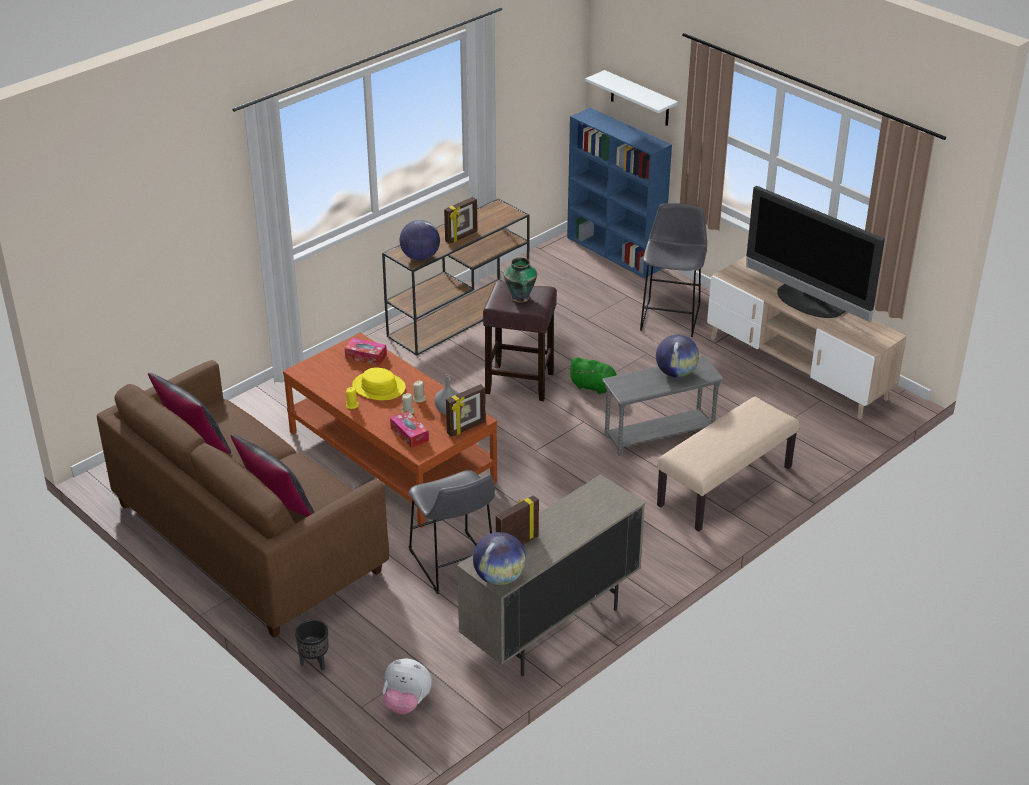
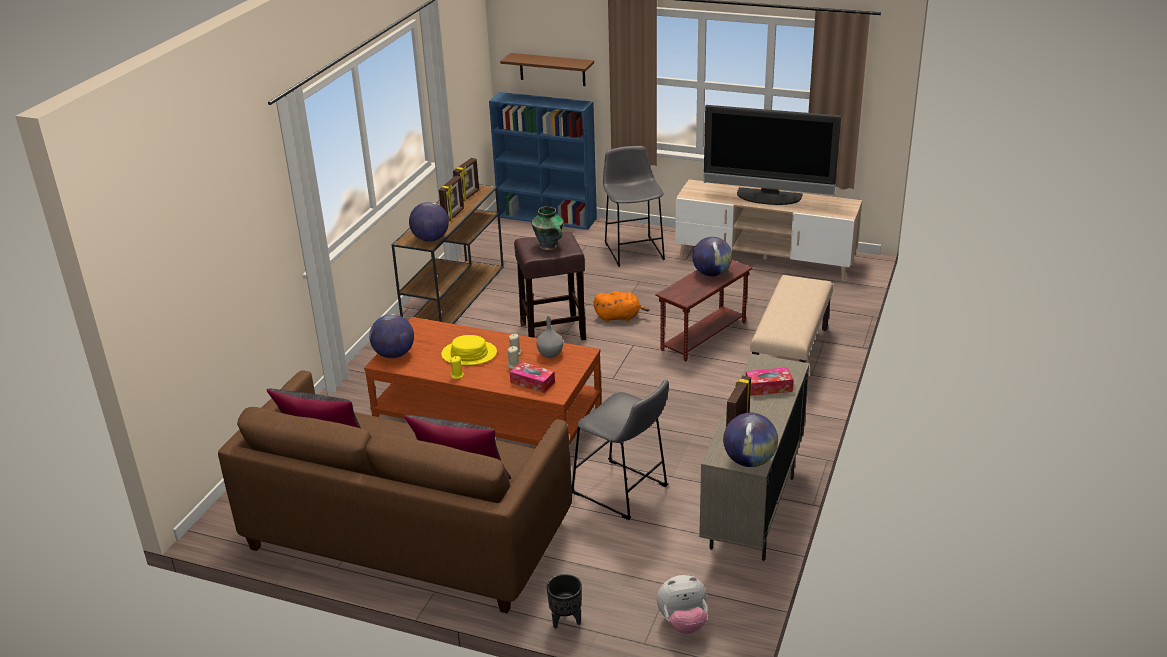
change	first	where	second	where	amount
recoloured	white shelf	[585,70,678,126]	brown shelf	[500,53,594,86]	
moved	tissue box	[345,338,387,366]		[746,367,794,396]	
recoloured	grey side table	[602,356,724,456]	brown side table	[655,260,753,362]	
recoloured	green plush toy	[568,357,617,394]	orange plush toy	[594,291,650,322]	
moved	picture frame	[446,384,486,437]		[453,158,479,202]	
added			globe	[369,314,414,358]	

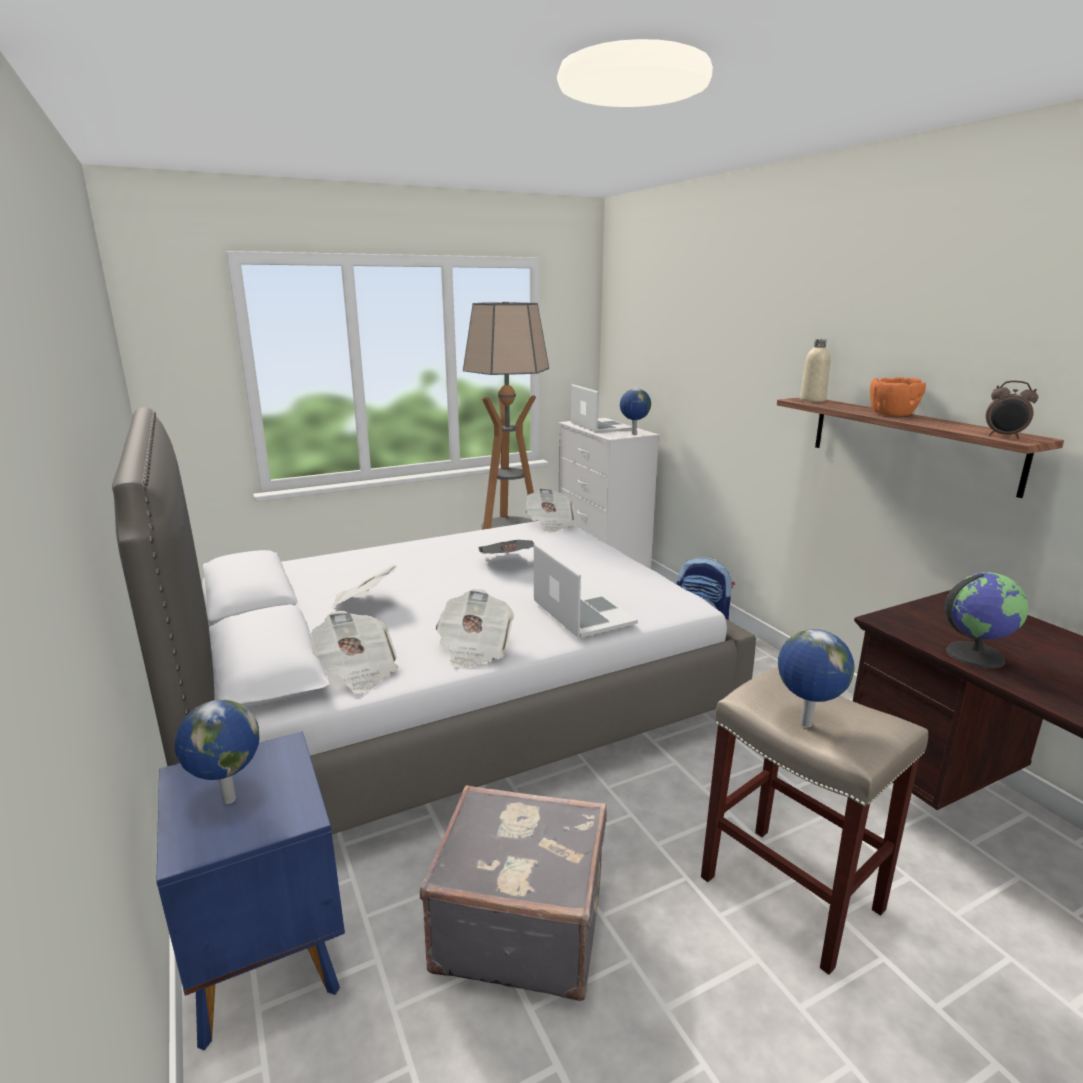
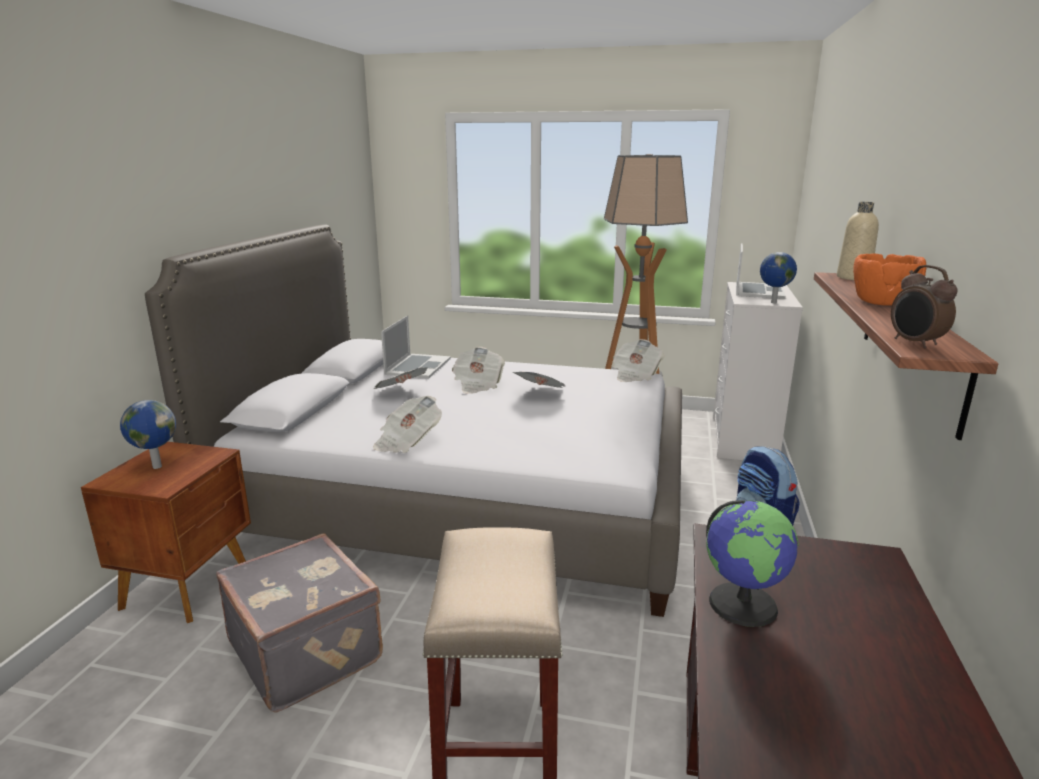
change	first	where	second	where	amount
moved	laptop	[534,543,638,638]		[381,315,451,378]	
moved	newspaper	[311,611,399,694]		[452,347,505,394]	
removed	globe	[778,629,855,727]			
recoloured	blue nightstand	[156,731,345,1050]	brown nightstand	[81,442,251,623]	

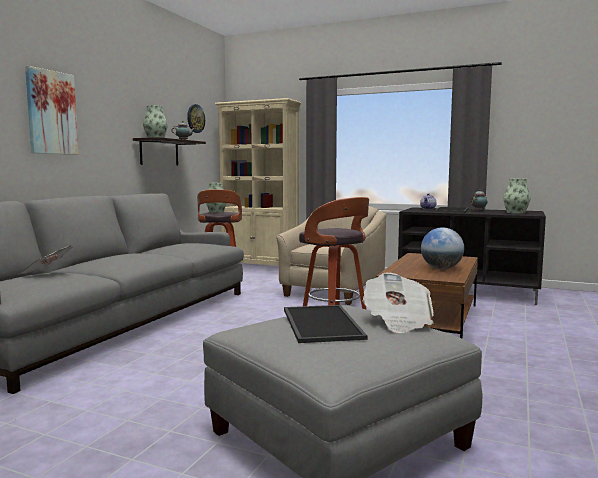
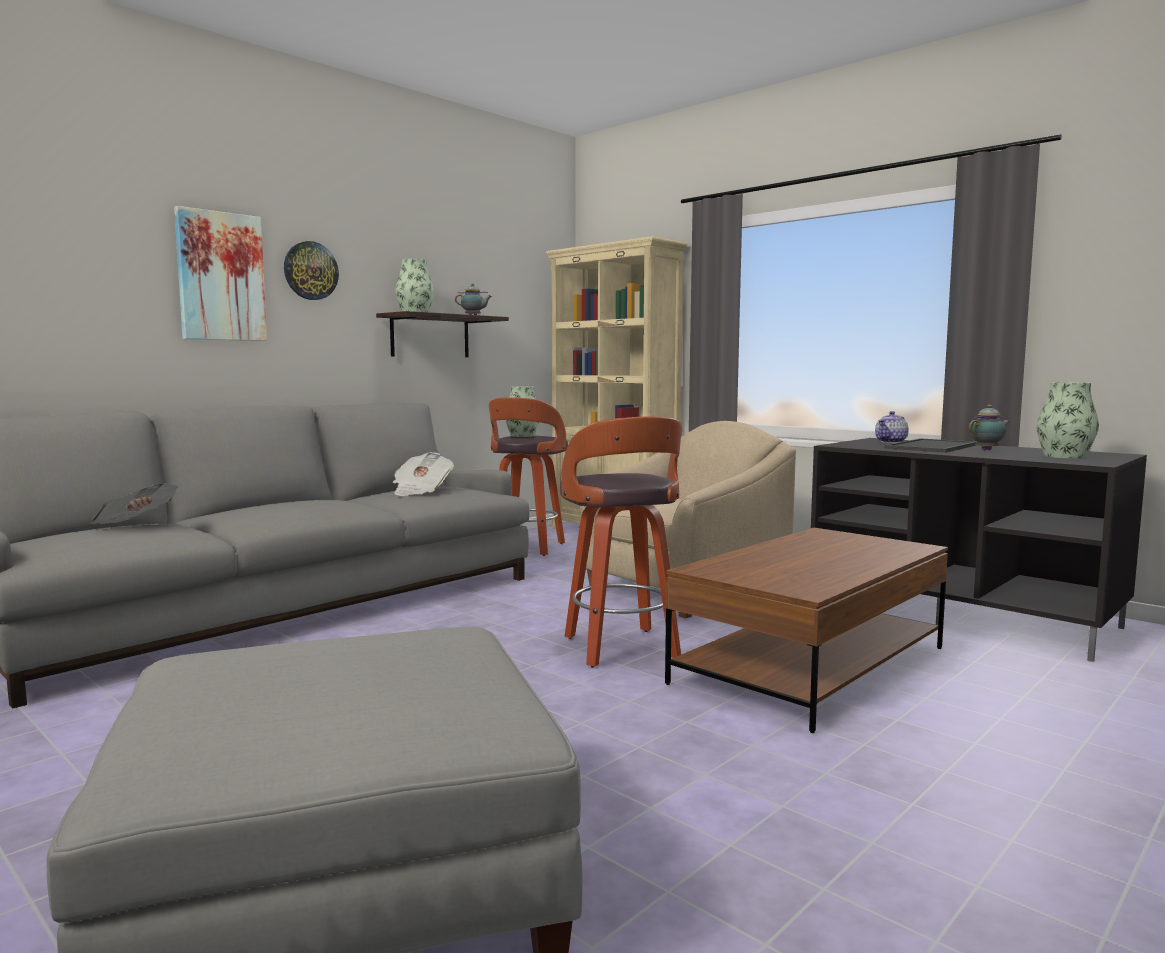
change	first	where	second	where	amount
moved	wall clock	[187,104,205,133]		[284,241,339,300]	
removed	globe	[421,227,464,269]			
moved	newspaper	[362,273,434,333]		[393,452,454,496]	
removed	tray	[284,305,367,343]			

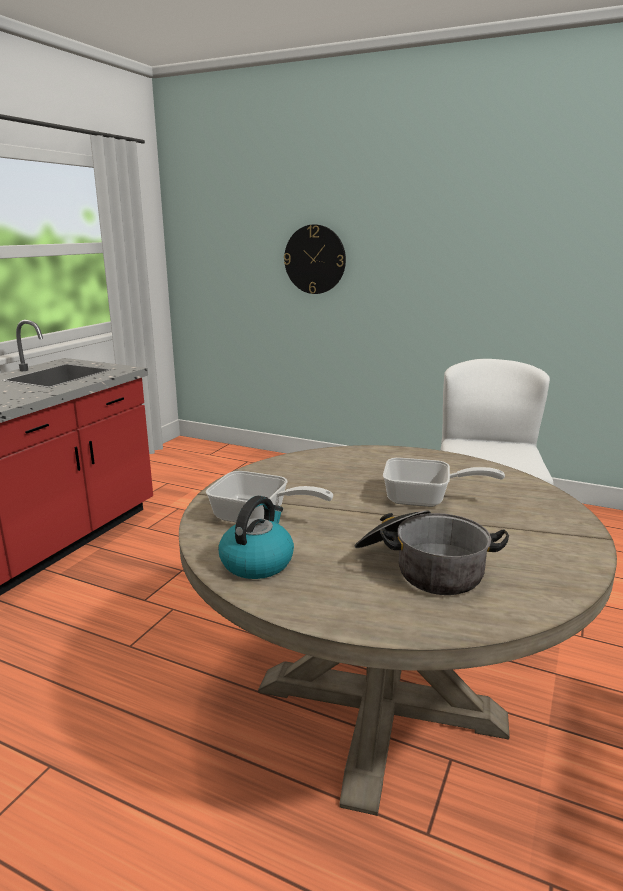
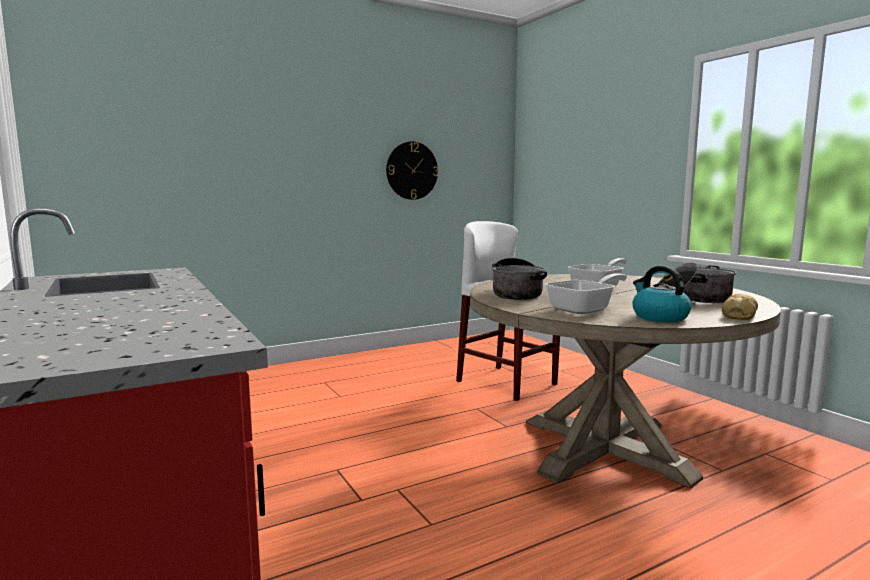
change	first	where	second	where	amount
moved	wall clock	[284,224,346,294]		[386,141,438,200]	
added			cooking pot	[492,258,547,300]	
added			bread	[722,294,758,320]	

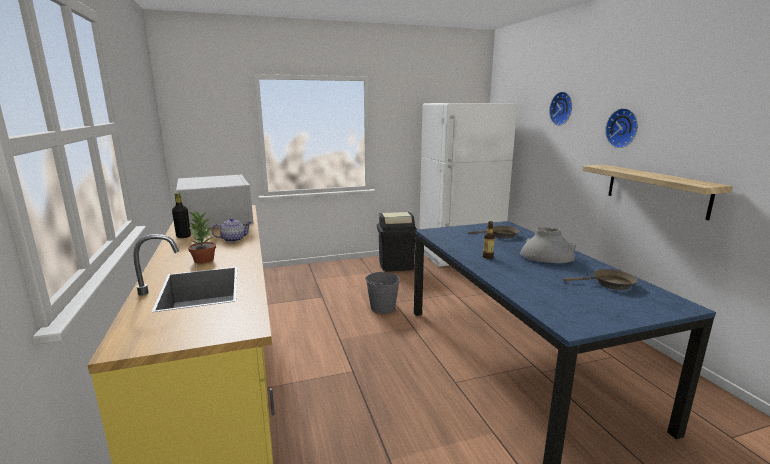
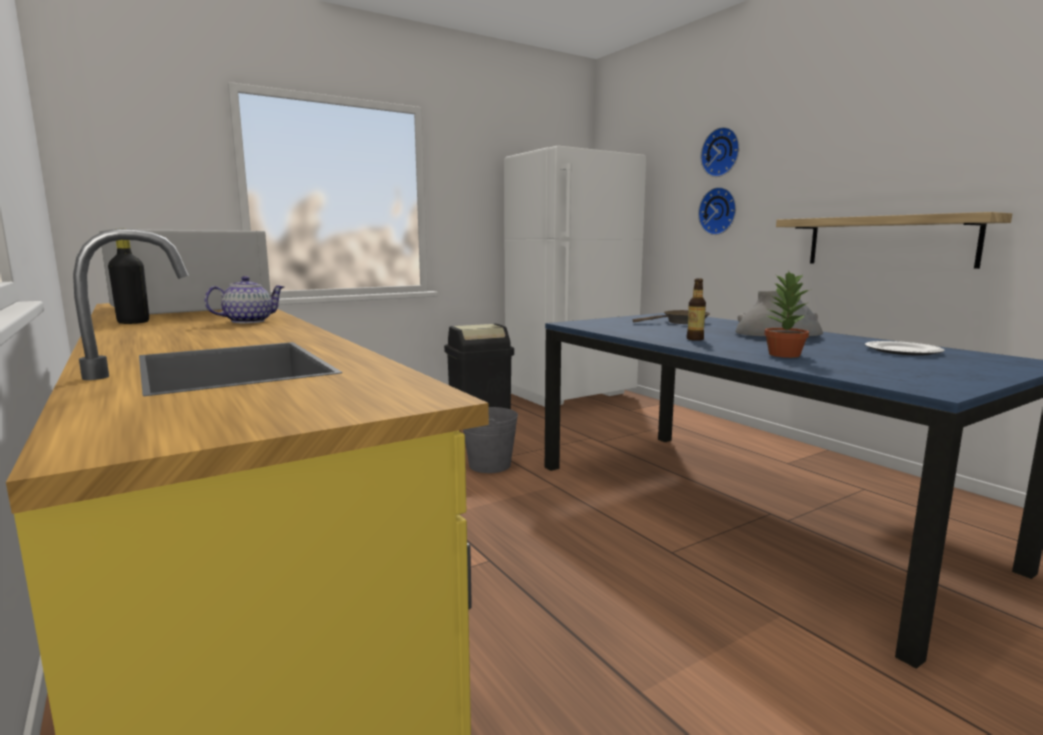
change	first	where	second	where	amount
moved	wall clock	[605,108,638,148]		[698,187,736,235]	
moved	potted plant	[188,211,216,264]		[764,271,811,358]	
replaced	brown frying pan	[563,269,638,290]	plate	[865,341,945,356]	

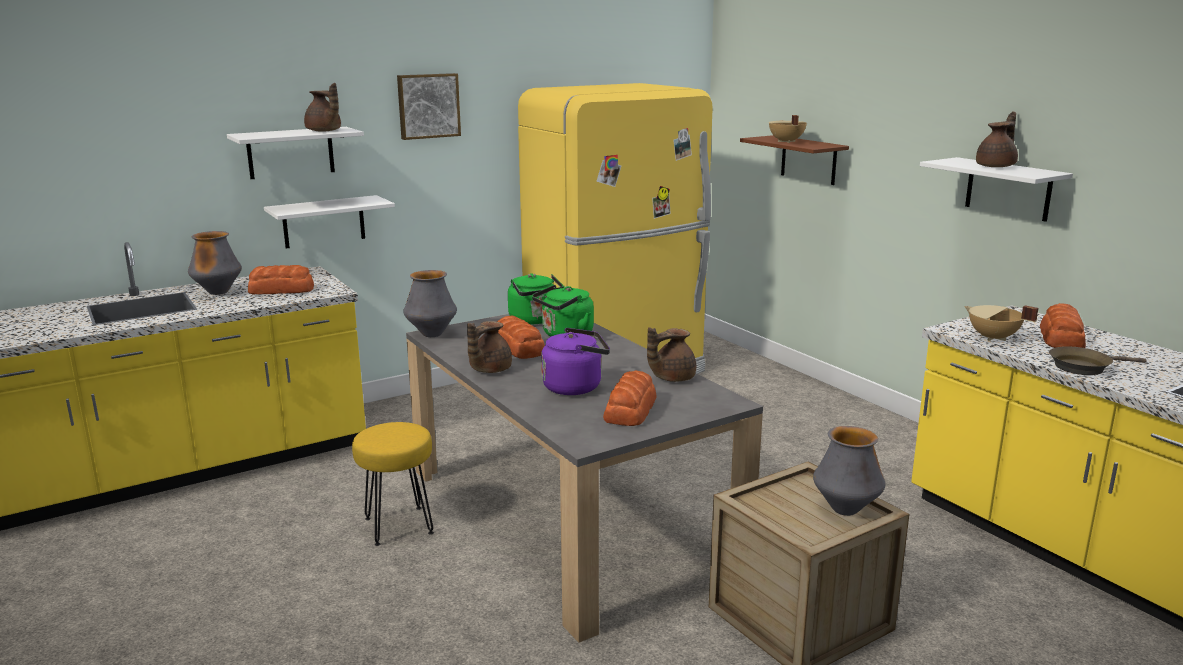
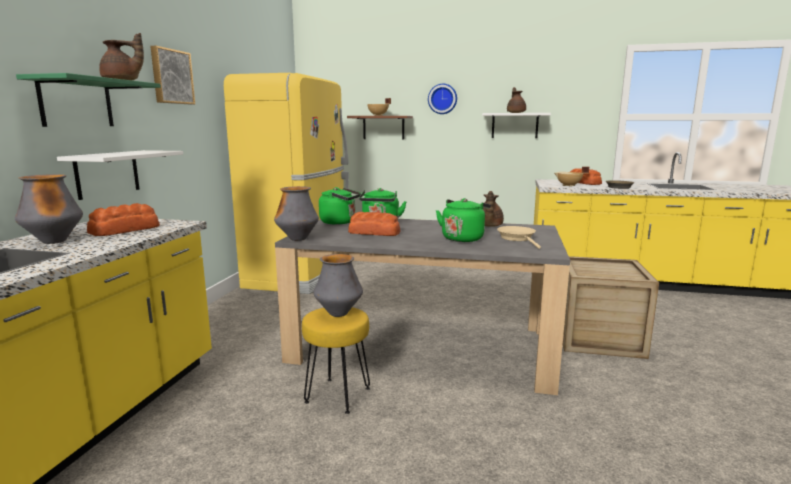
change	first	where	second	where	amount
recoloured	white shelf	[227,127,364,179]	green shelf	[16,73,161,127]	
removed	brown teapot	[467,321,512,373]			
recoloured	purple kettle	[541,328,610,395]	green kettle	[436,198,491,242]	
replaced	bread	[603,371,657,426]	beige frying pan	[497,226,541,249]	
moved	vase	[813,426,885,516]		[313,254,363,317]	
added			wall clock	[428,84,457,114]	

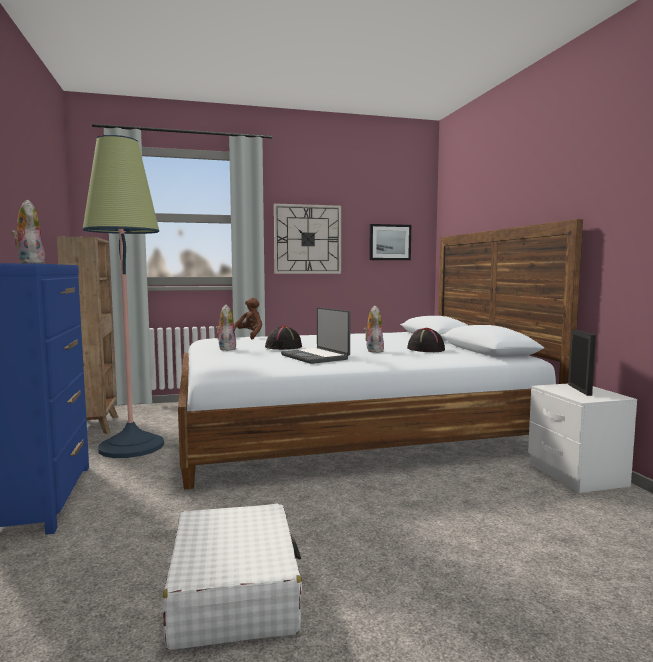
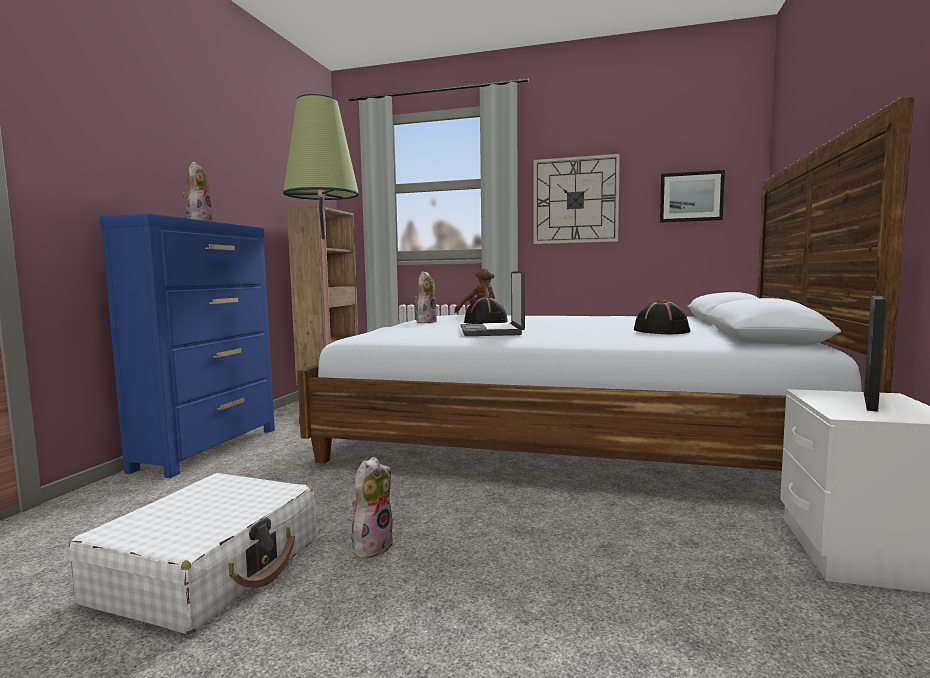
change	first	where	second	where	amount
moved	plush toy	[364,306,384,353]		[351,457,394,559]	

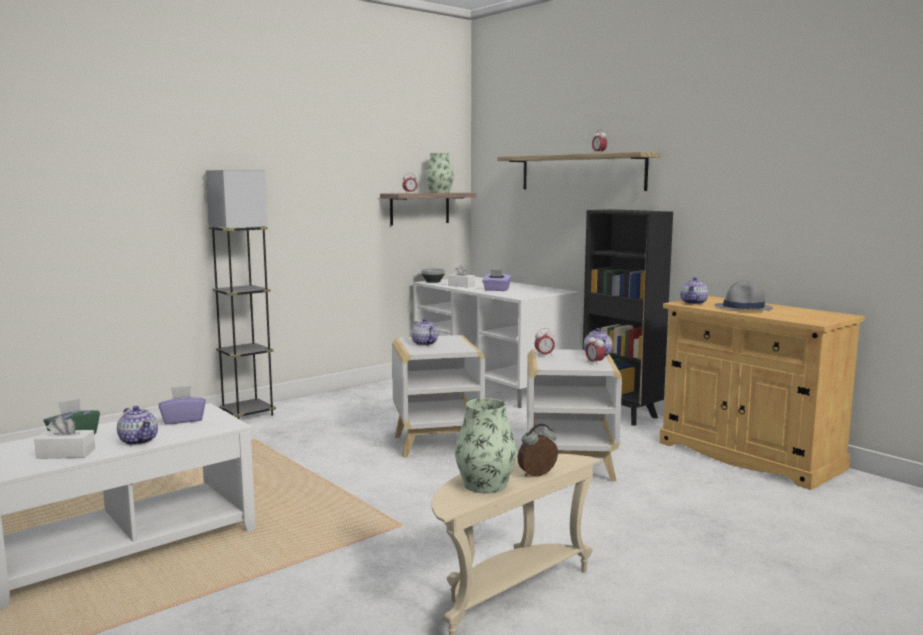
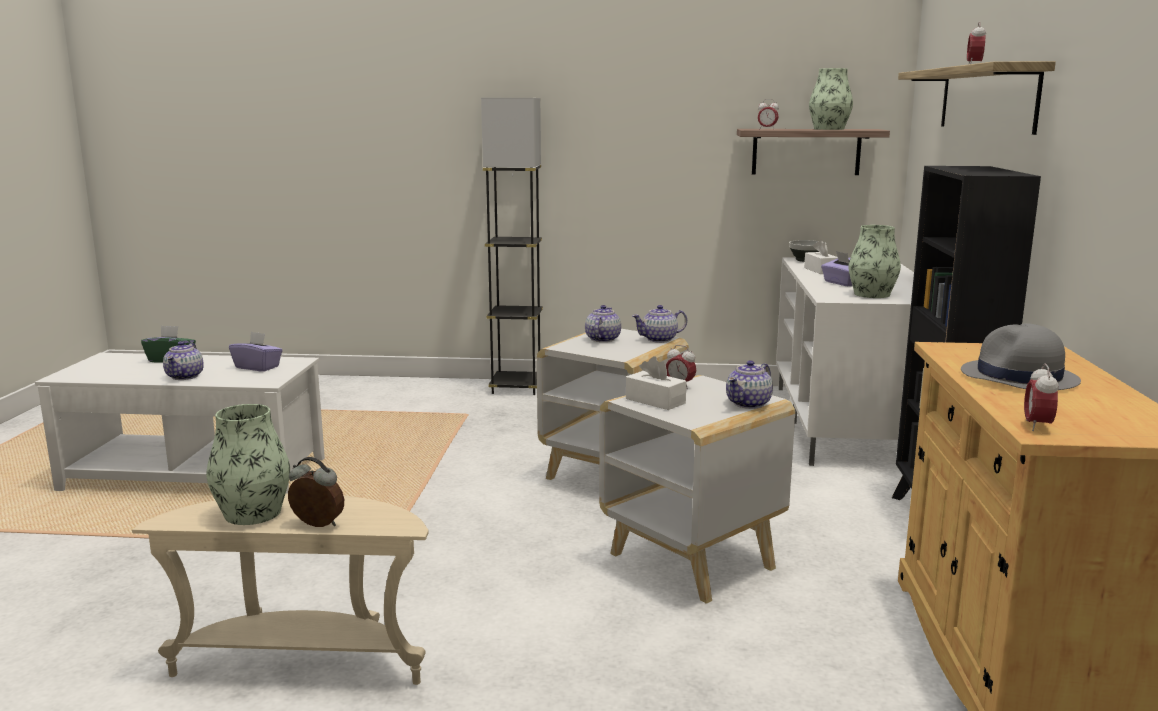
change	first	where	second	where	amount
moved	teapot	[680,277,708,305]		[632,305,687,343]	
moved	alarm clock	[586,334,605,363]		[1024,363,1059,431]	
moved	white tissue box	[34,416,95,459]		[626,356,686,410]	
added			vase	[849,225,901,298]	

